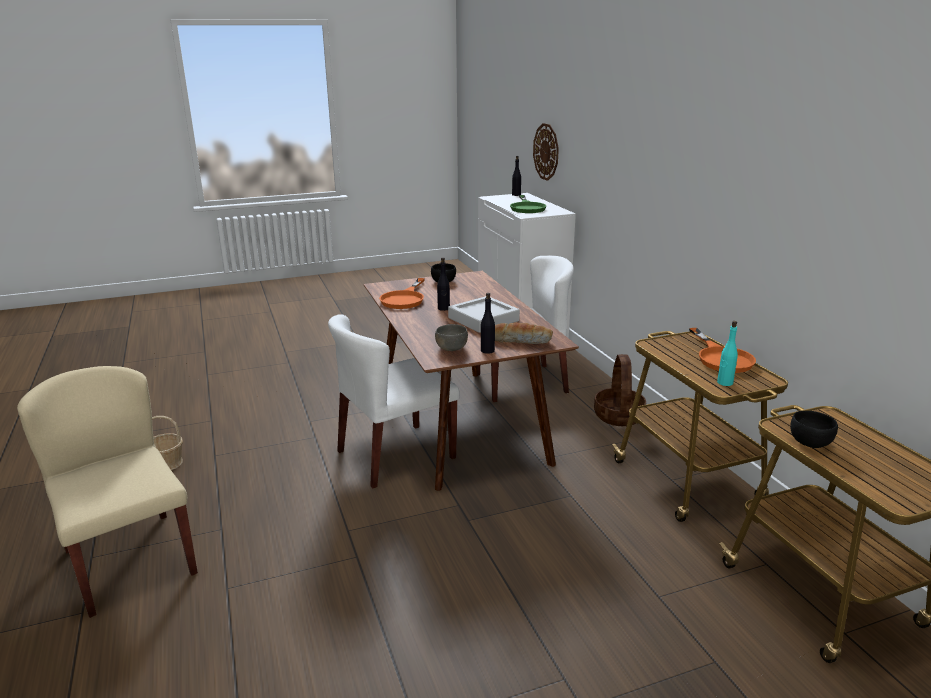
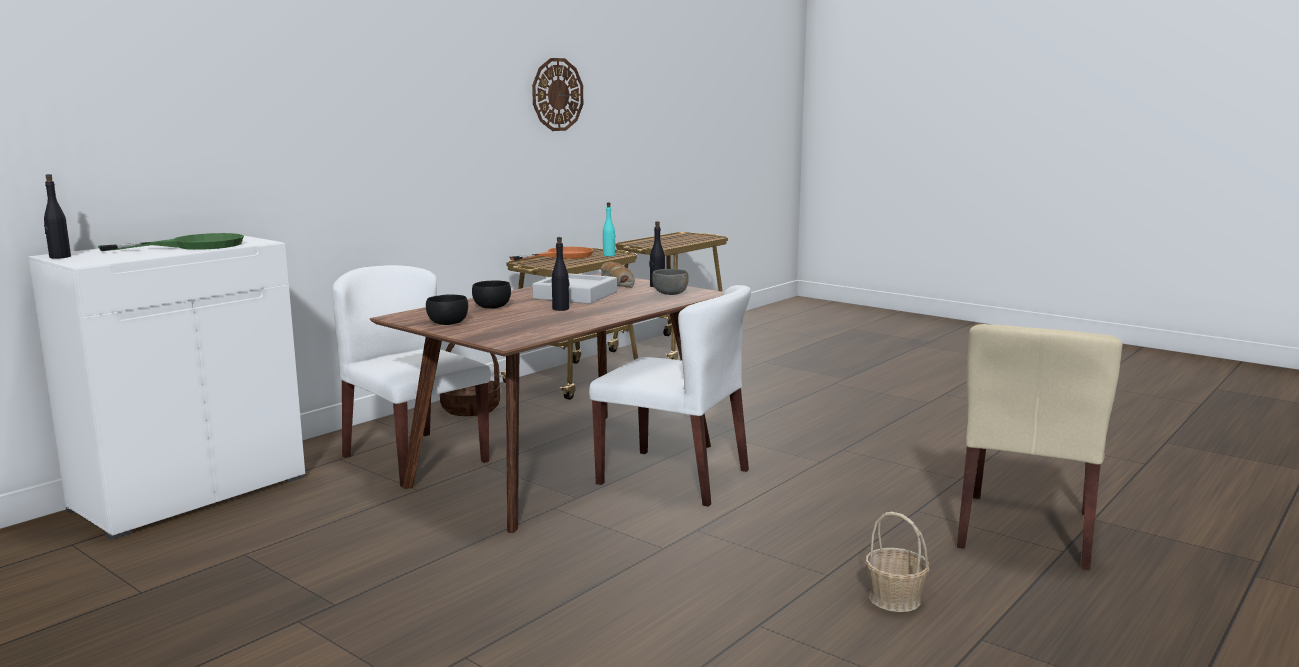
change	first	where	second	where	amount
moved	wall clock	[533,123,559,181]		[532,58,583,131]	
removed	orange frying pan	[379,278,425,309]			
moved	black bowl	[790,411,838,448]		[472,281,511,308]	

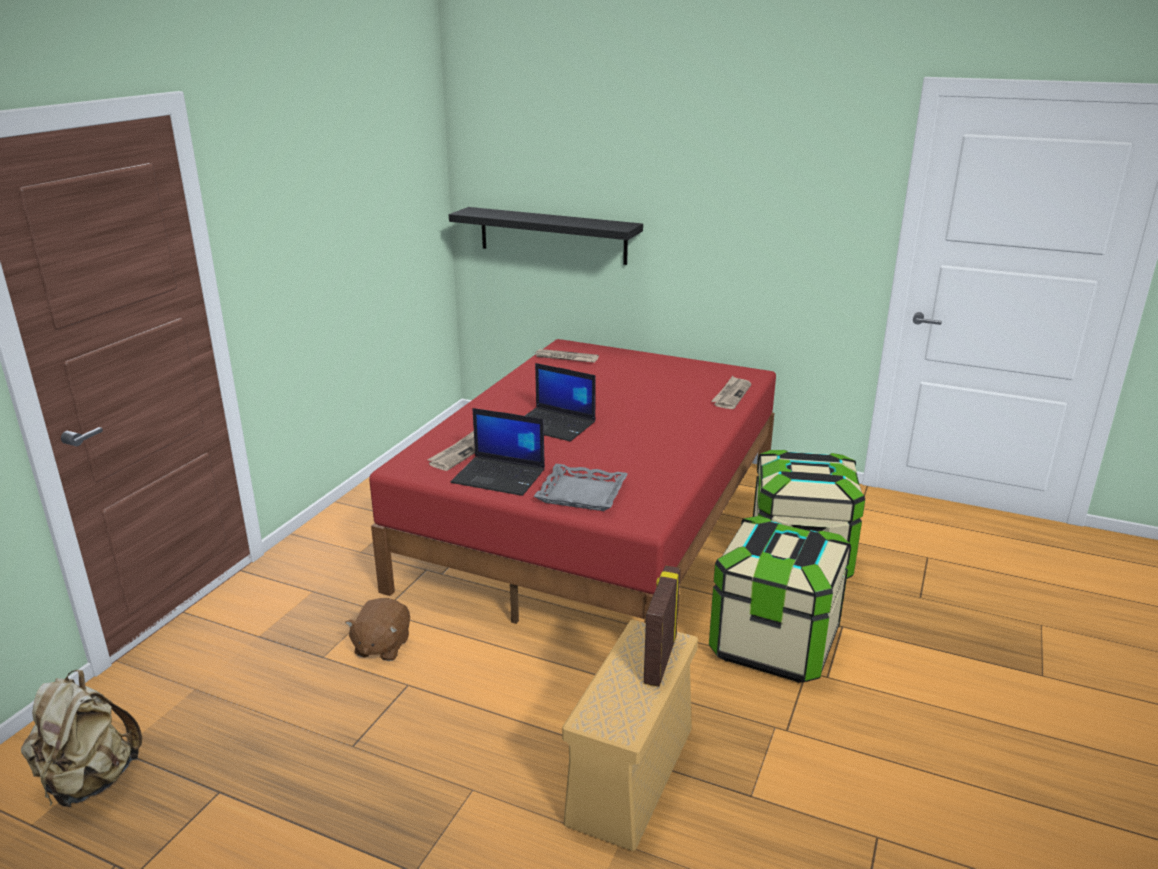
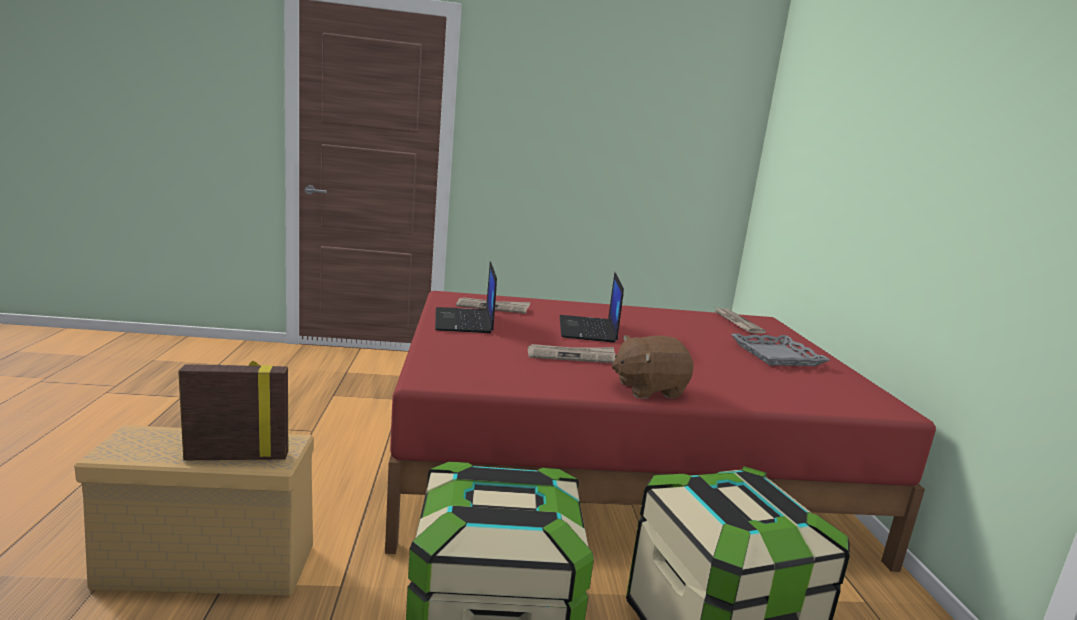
change	first	where	second	where	amount
removed	black shelf	[449,207,643,265]			
moved	newspaper	[711,376,751,409]		[528,344,616,363]	
moved	grey tray	[533,464,628,511]		[731,334,830,366]	
moved	brown plush toy	[345,598,410,661]		[612,335,694,399]	
removed	beige backpack	[21,670,142,807]			

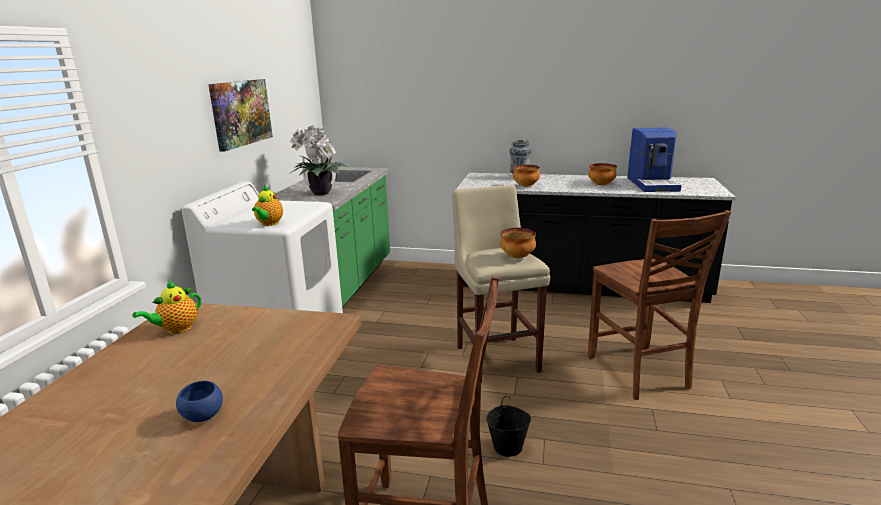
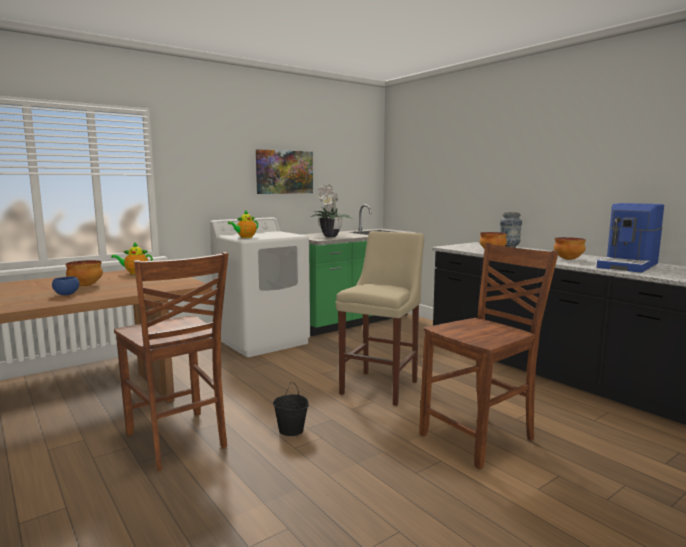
change	first	where	second	where	amount
turned	brown chair	[588,210,731,400]		[419,243,559,469]	150 degrees counterclockwise
moved	bowl	[500,228,536,258]		[65,260,103,286]	

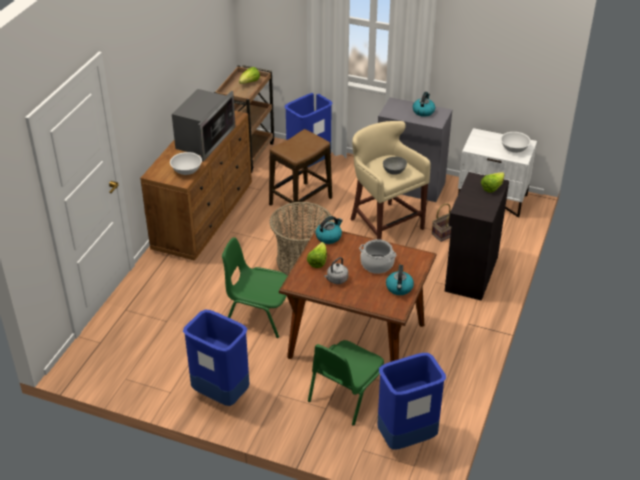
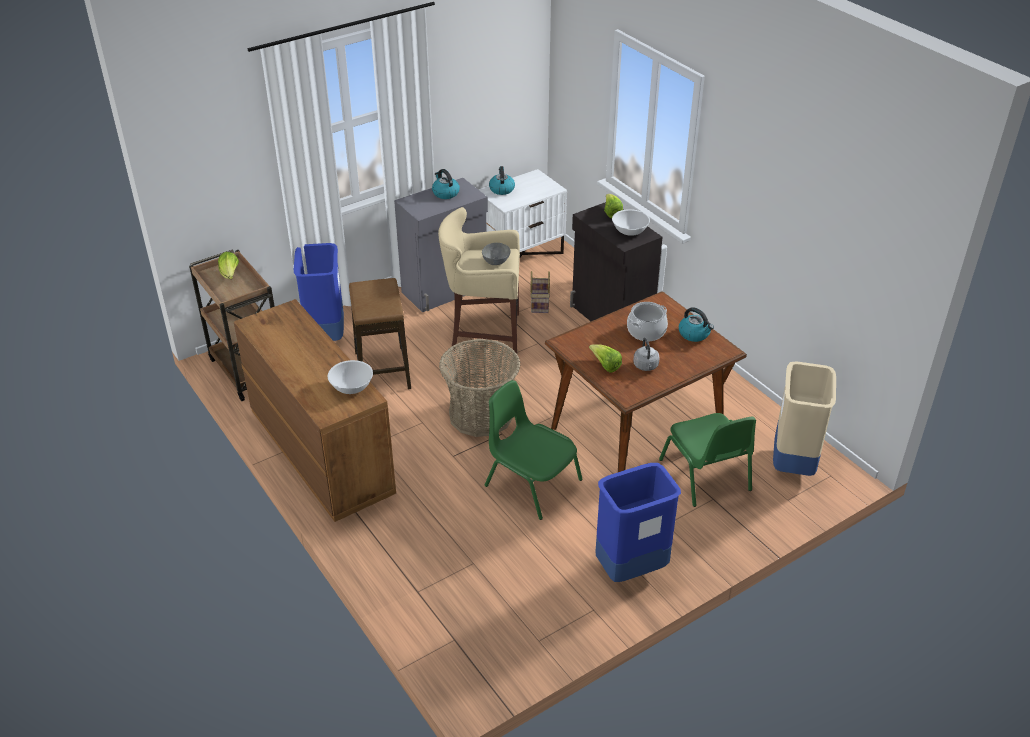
change	first	where	second	where	amount
removed	microwave	[172,89,235,162]			
moved	white bowl	[501,132,531,153]		[612,209,650,236]	
moved	kettle	[316,216,343,244]		[489,166,515,195]	
turned	green chair	[222,237,294,338]		[485,380,583,520]	75 degrees clockwise
recoloured	blue trash can	[377,353,446,450]	beige trash can	[773,361,836,476]	

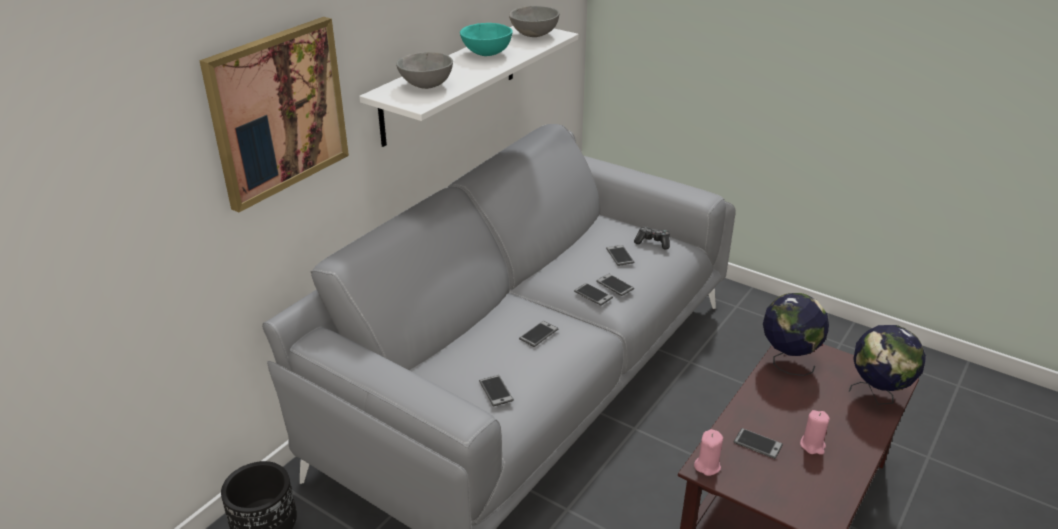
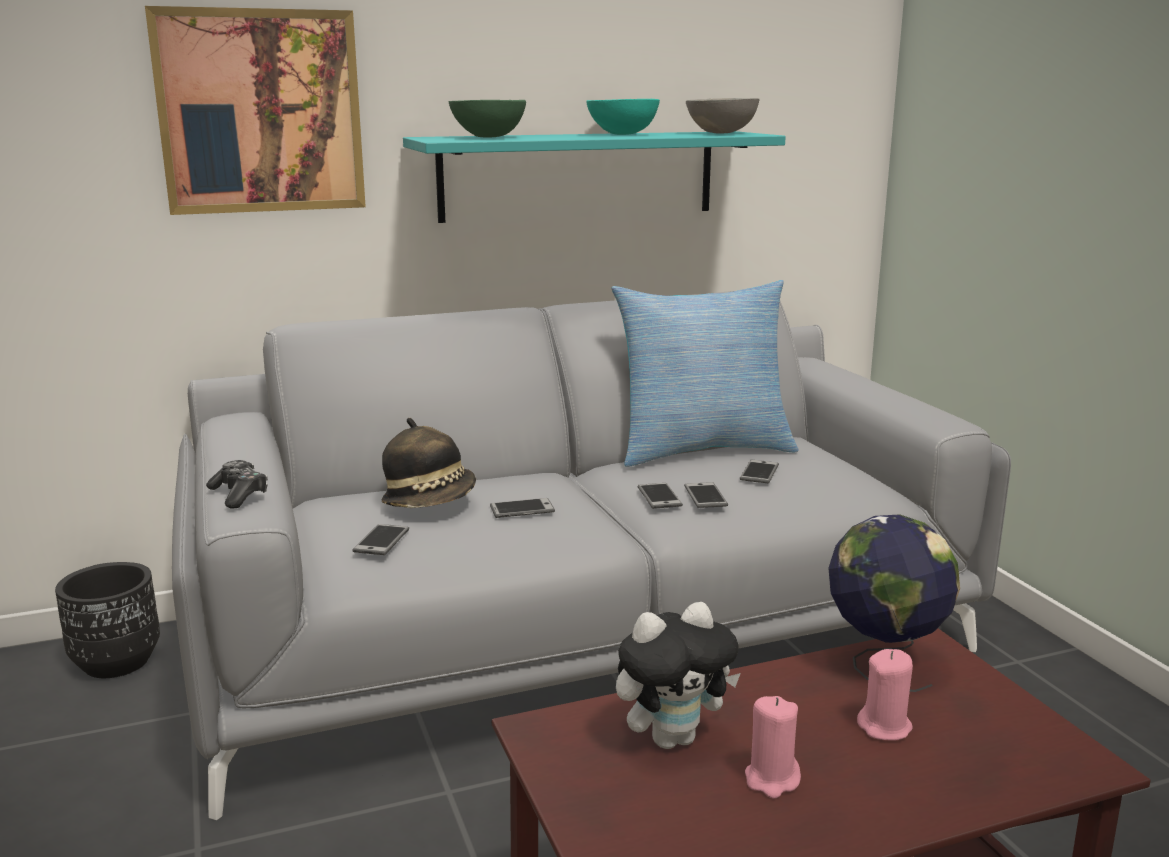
change	first	where	second	where	amount
recoloured	white shelf	[359,26,578,147]	turquoise shelf	[403,131,786,223]	
recoloured	grey bowl	[396,52,453,89]	green bowl	[449,100,526,138]	
moved	game controller	[634,226,670,250]		[206,460,268,508]	
removed	globe	[849,325,926,405]			
replaced	phone	[734,428,783,459]	plush toy	[616,602,741,749]	
moved	pink candle	[694,429,723,476]		[857,649,913,741]	
added			pillow	[612,280,799,467]	
added			hat	[381,418,476,508]	

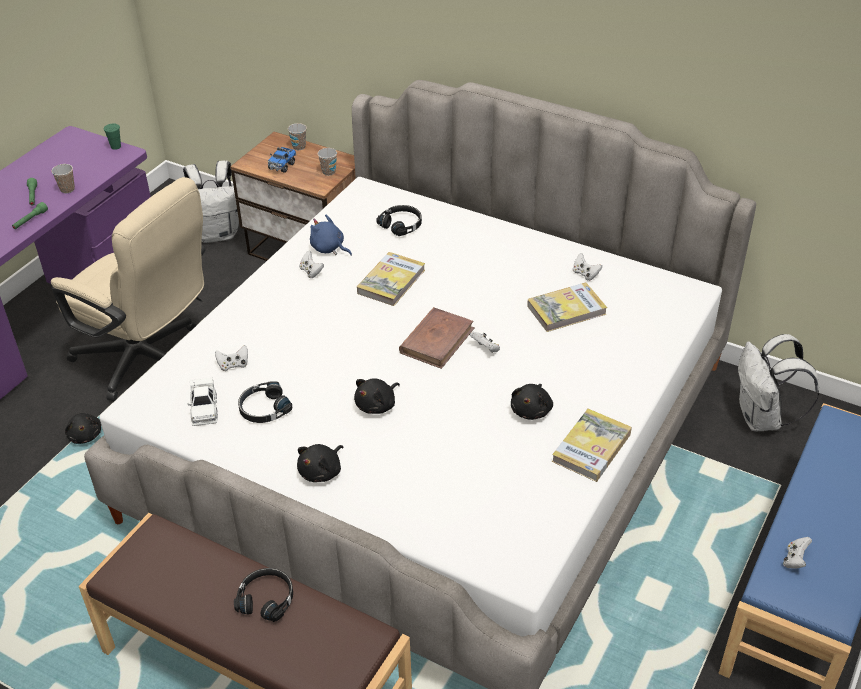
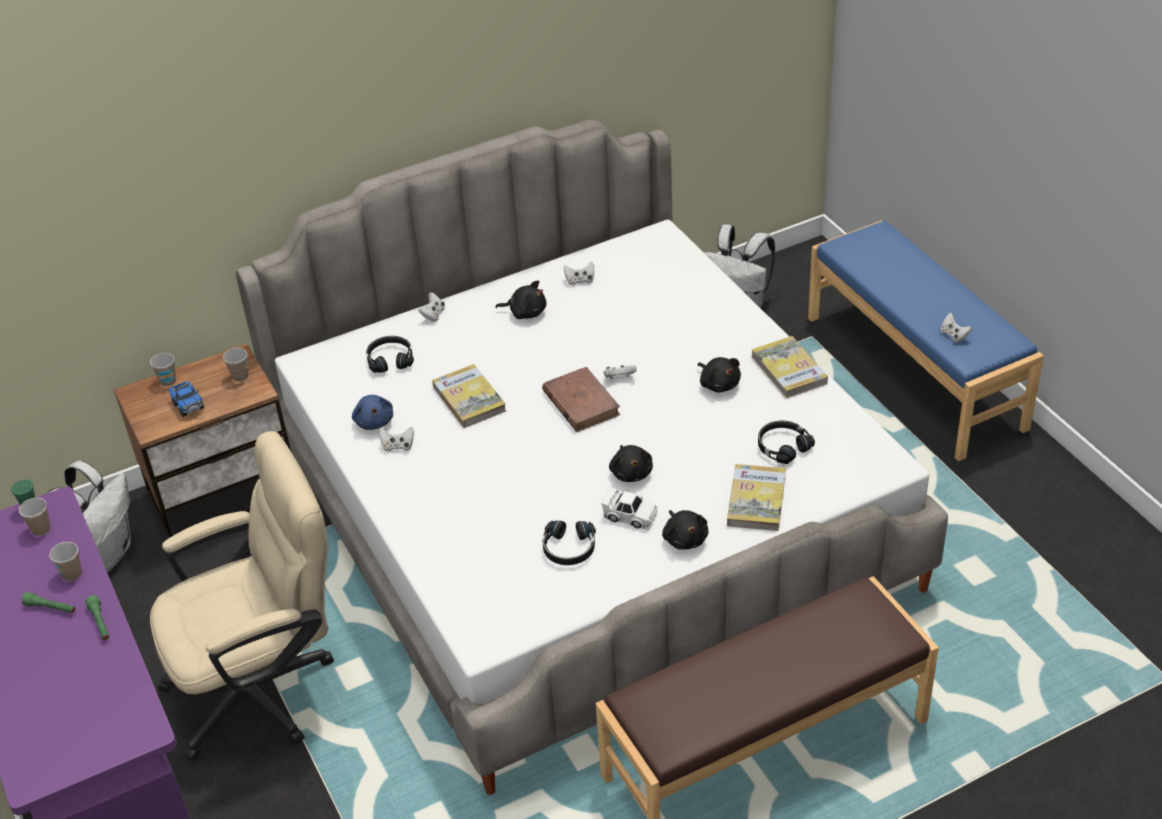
change	first	where	second	where	amount
turned	blue plush toy	[310,215,352,256]		[352,395,393,430]	90 degrees counterclockwise
moved	book	[527,282,607,332]		[727,464,786,531]	
moved	white game controller	[215,345,248,371]		[419,292,445,322]	
moved	white toy car	[188,378,218,426]		[601,487,658,530]	
moved	black plush toy	[65,413,101,444]		[495,281,546,319]	
moved	black headphones	[234,568,293,622]		[758,420,815,464]	
added			cup	[19,498,51,536]	

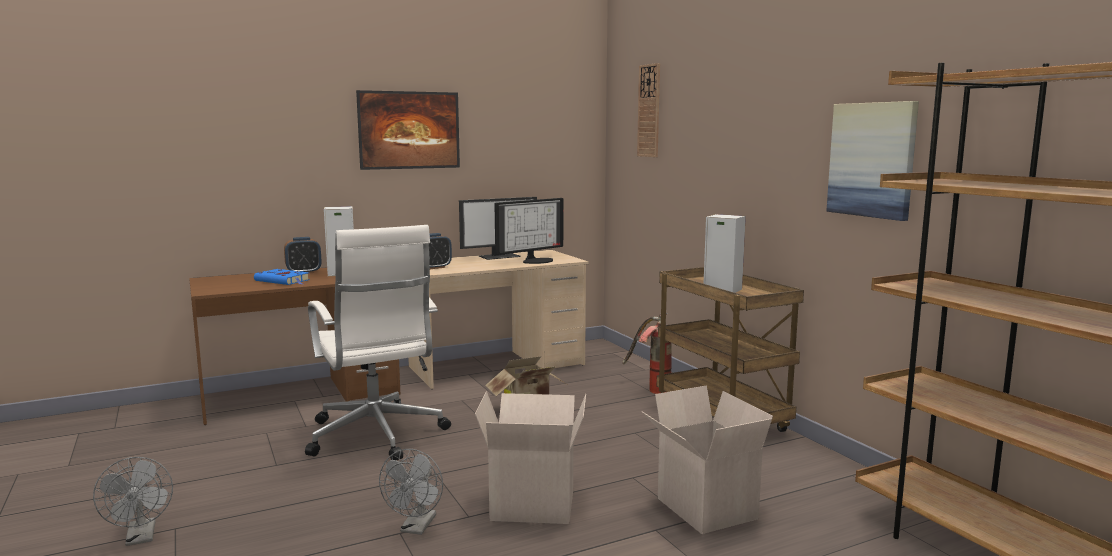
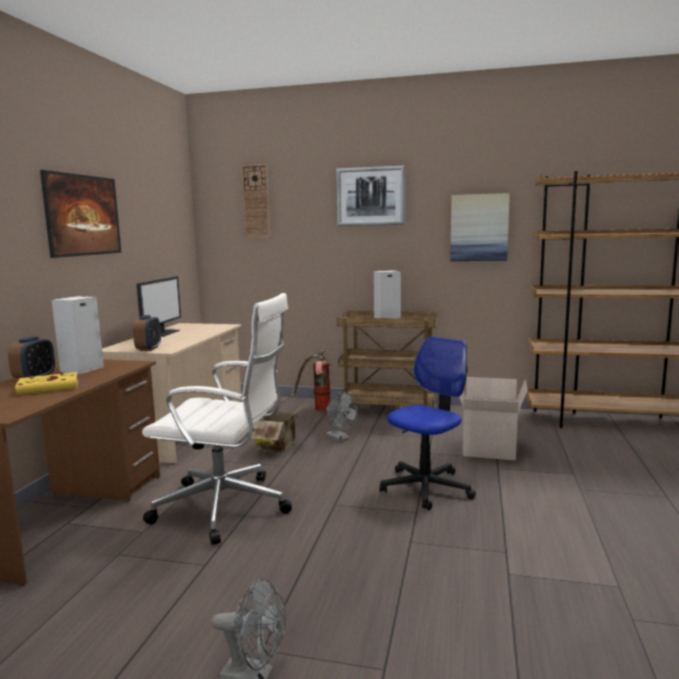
change	first	where	second	where	amount
removed	monitor	[494,198,563,264]			
recoloured	blue book	[254,269,310,285]	yellow book	[15,372,89,395]	
replaced	cardboard box	[475,391,586,524]	office chair	[379,336,476,510]	
moved	grey fan	[379,449,443,535]		[326,392,358,442]	
added			picture	[336,165,405,226]	

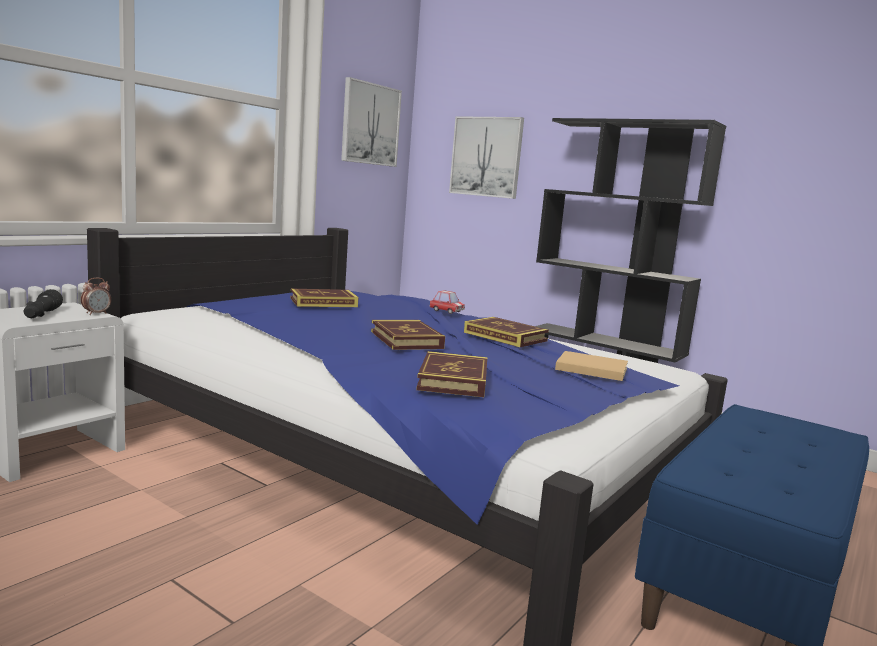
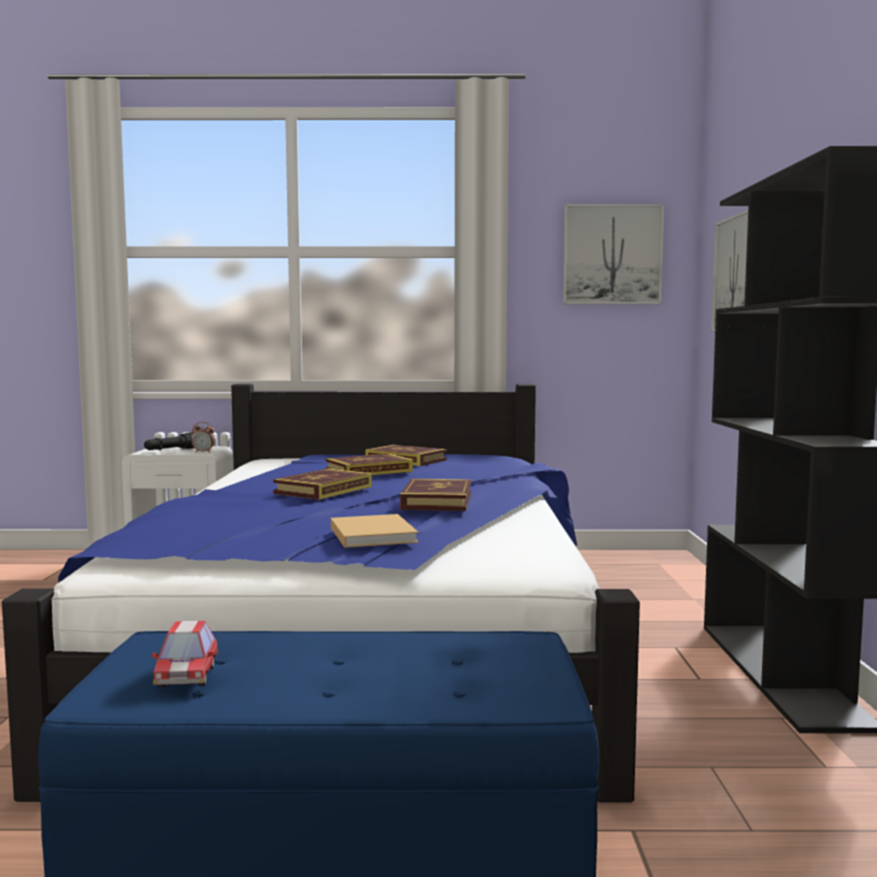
change	first	where	second	where	amount
moved	toy car	[429,290,465,314]		[152,621,218,687]	
moved	book	[416,351,487,397]		[325,454,413,475]	

